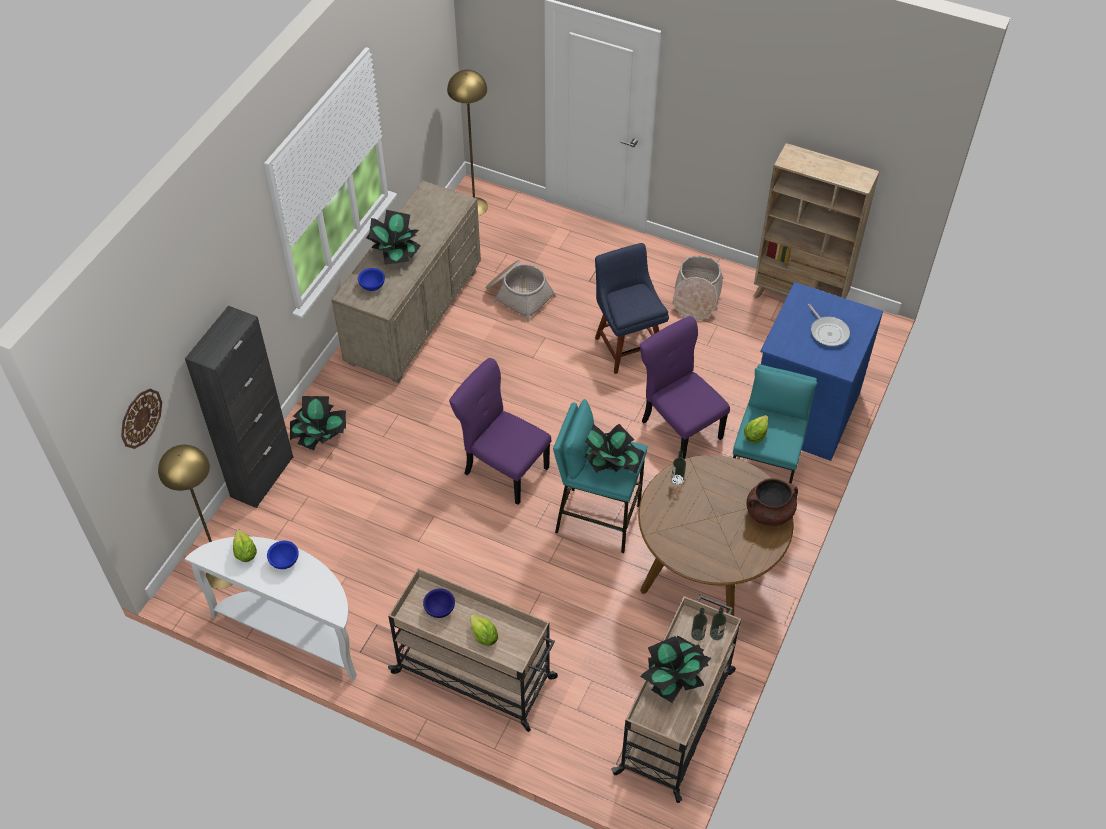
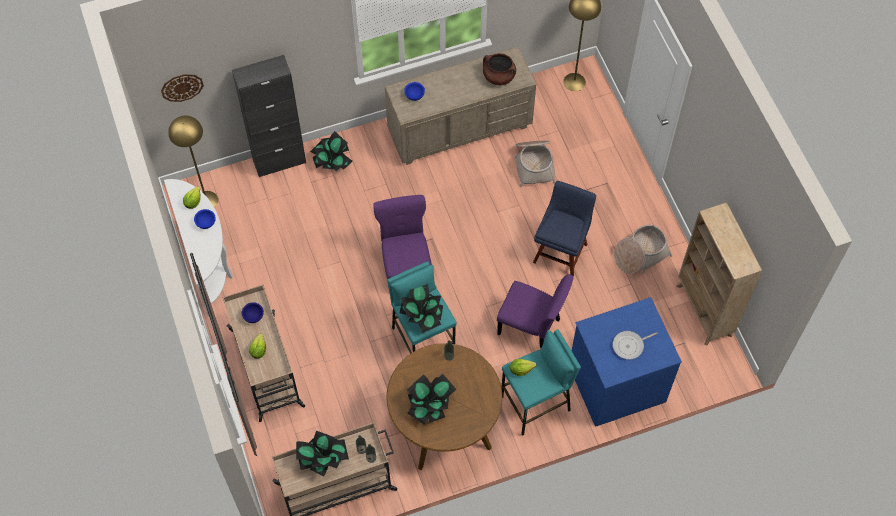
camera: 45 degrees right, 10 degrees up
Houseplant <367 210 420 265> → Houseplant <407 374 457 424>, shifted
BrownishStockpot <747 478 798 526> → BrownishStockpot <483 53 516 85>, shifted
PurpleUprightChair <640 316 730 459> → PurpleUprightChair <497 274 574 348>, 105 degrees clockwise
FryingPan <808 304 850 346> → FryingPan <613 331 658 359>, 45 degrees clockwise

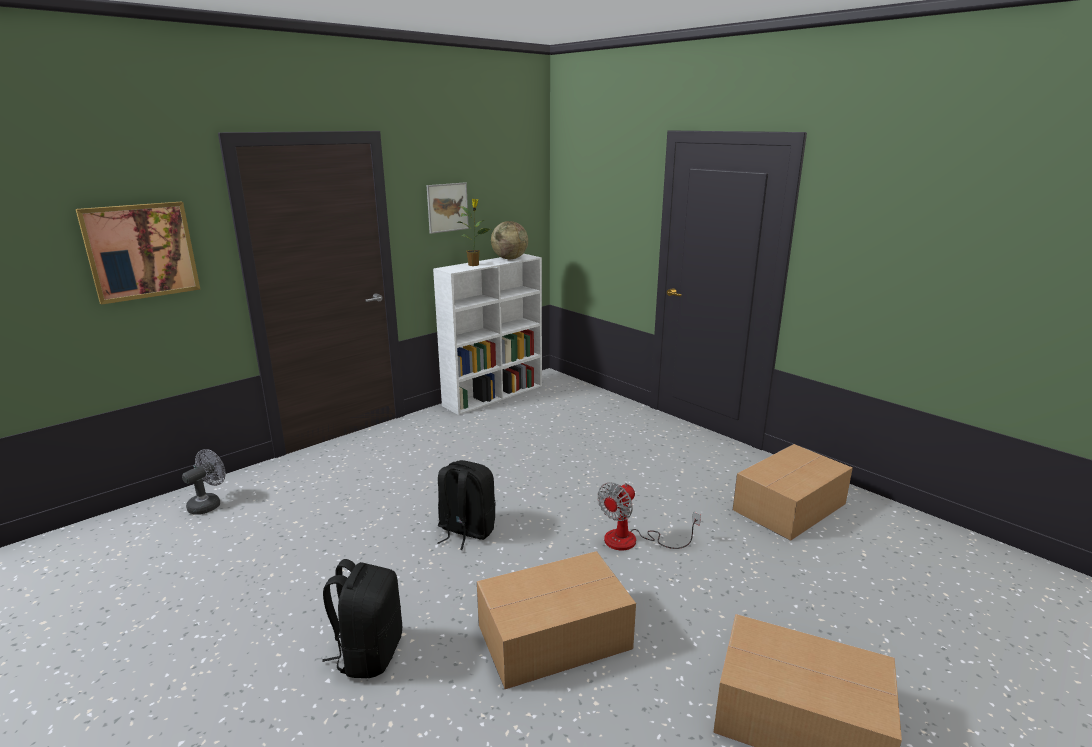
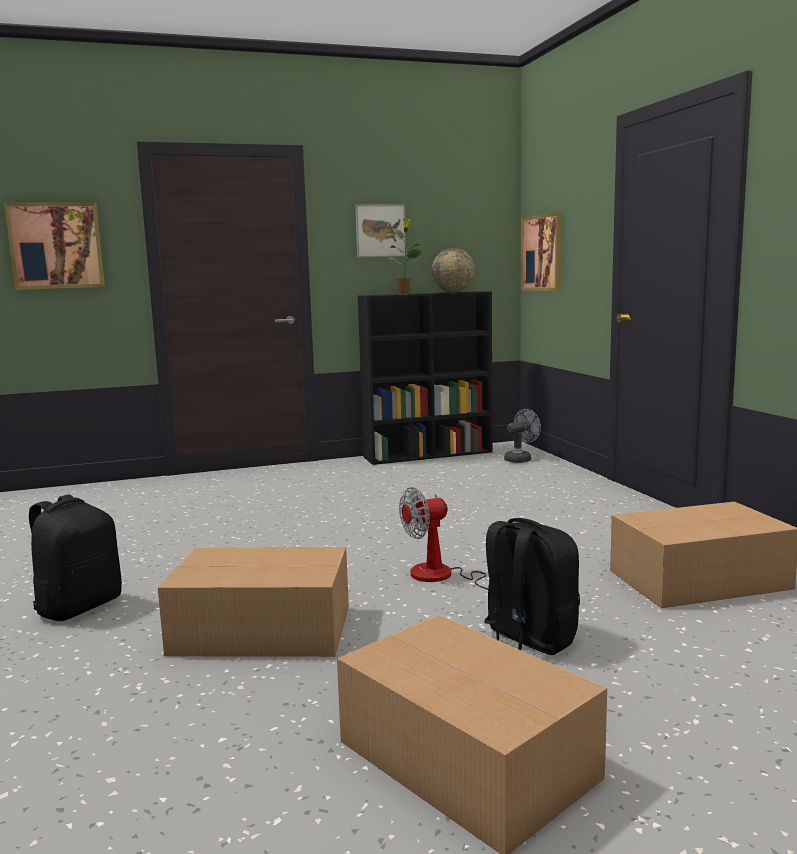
camera: 25 degrees right, 10 degrees down
WhiteColouredBookcase <433 254 542 415> → BlackishBookcase <358 291 492 465>
BlackishBackpack <438 460 496 550> → BlackishBackpack <484 518 580 655>, shifted
GreyishCoolingFan <182 449 226 515> → GreyishCoolingFan <504 409 541 463>, shifted
- → Picture <521 212 562 291>

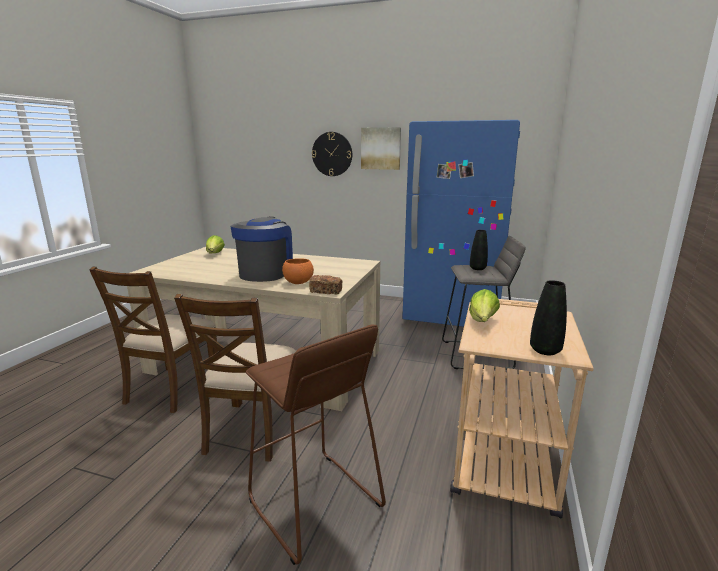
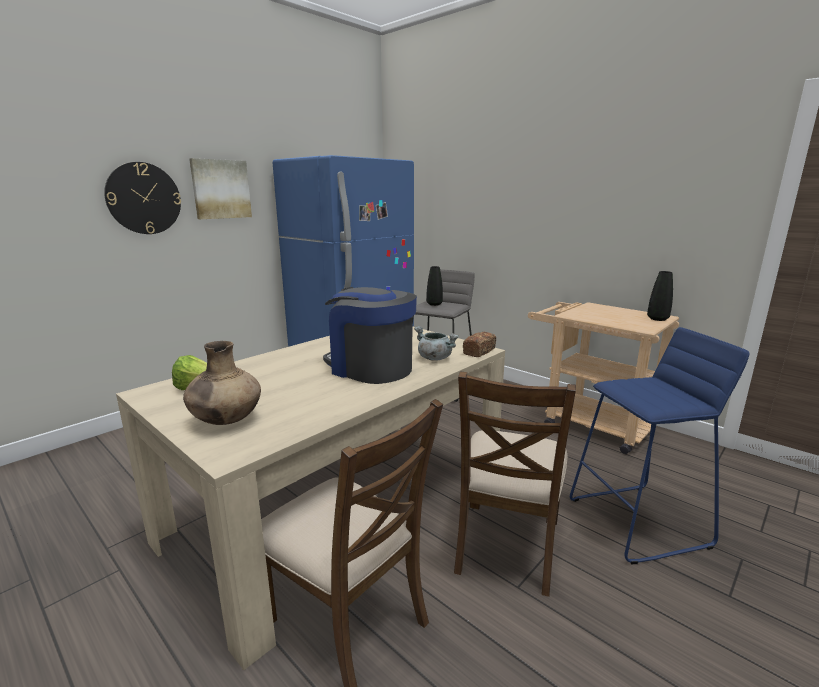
camera: 65 degrees left, 0 degrees up
- → BrownishDecorativeVase <183 341 261 425>
OrangeyBowl <282 258 314 284> → GreyishStockpot <414 326 459 361>
BrownishUprightChair <174 294 299 462> → BrownishUprightChair <454 371 576 597>, 75 degrees clockwise
BrownishSittingStool <246 324 386 565> → BlueColouredSittingStool <570 327 750 564>
LettuceHead <469 289 500 322> → -

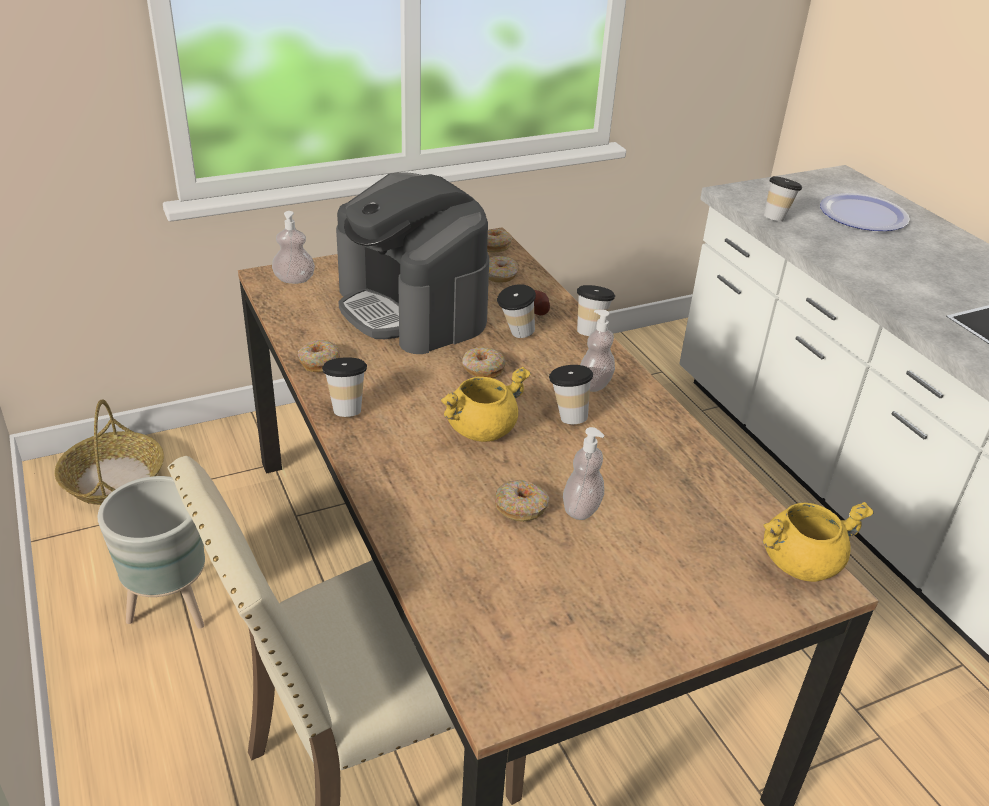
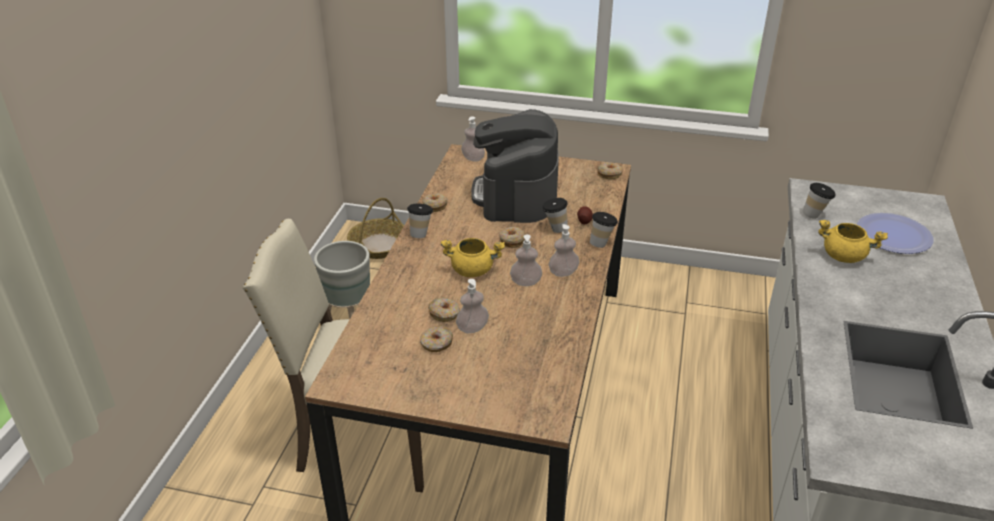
camera: 40 degrees right, 0 degrees up
Doughnut <489 256 518 283> → Doughnut <420 326 453 352>, shifted
SmallCup <549 365 593 424> → LiquidSoapBottle <510 235 542 286>
YellowishStockpot <763 502 873 582> → YellowishStockpot <818 220 888 263>, shifted

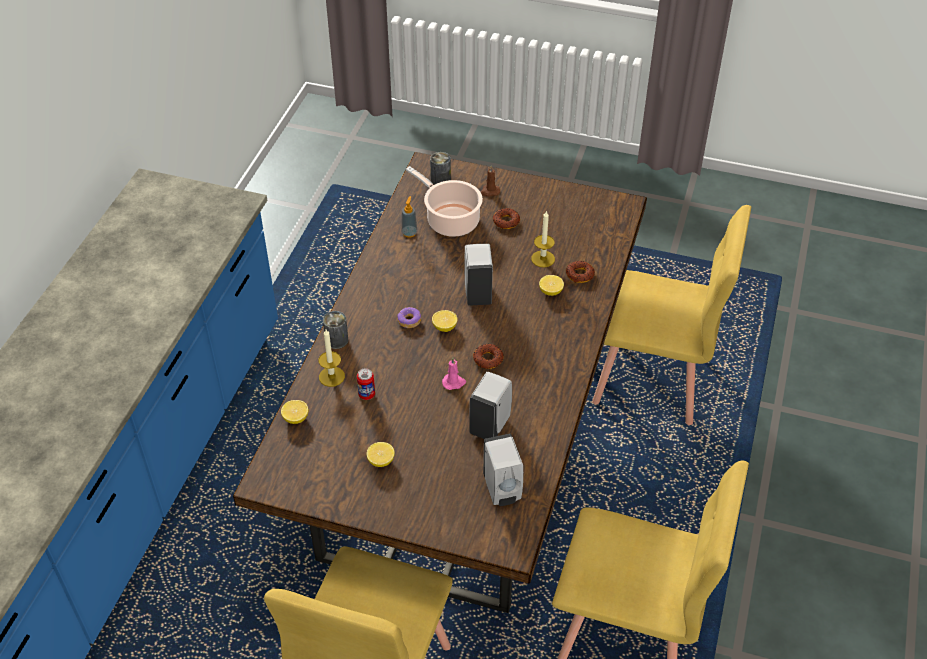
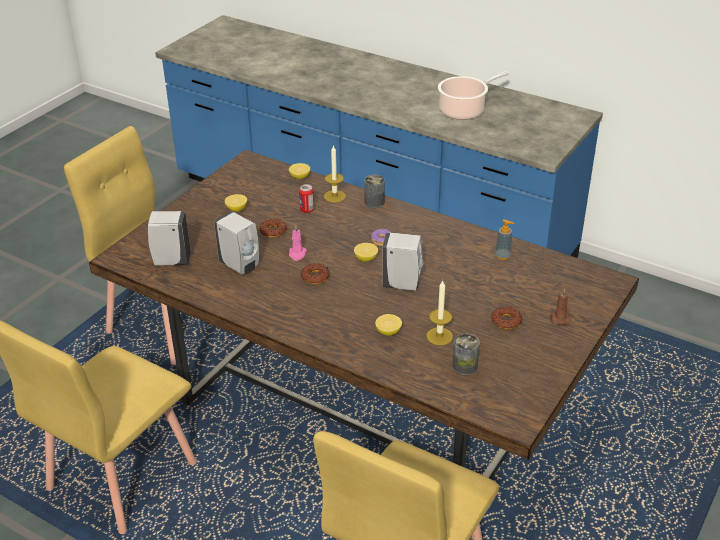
camera: 105 degrees right, 10 degrees down
Doughnut <566 261 595 283> → Doughnut <259 219 287 238>, shifted
Stockpot <406 166 483 237> → Stockpot <438 71 509 120>, shifted
MetalCan <430 152 451 185> → MetalCan <453 334 480 375>, shifted

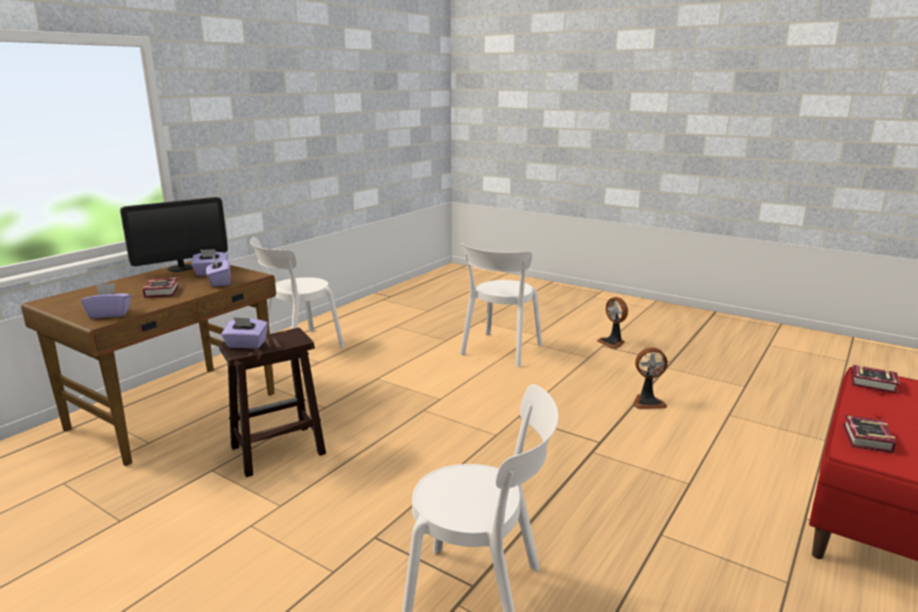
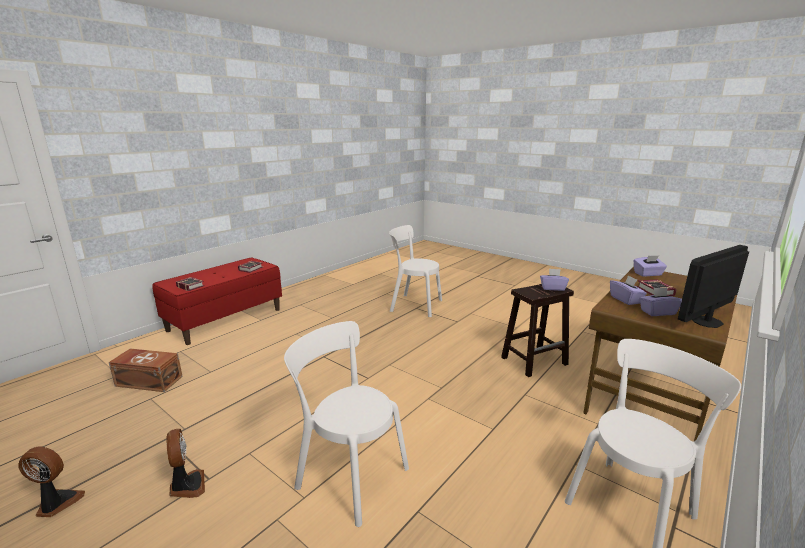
camera: 175 degrees left, 0 degrees up
CoolingFan <633 347 668 409> → CoolingFan <18 447 85 517>, shifted
- → BrownishStorageContainer <109 348 183 392>
WhiteColouredUprightChair <460 243 542 367> → WhiteColouredUprightChair <284 321 409 527>, 90 degrees counterclockwise

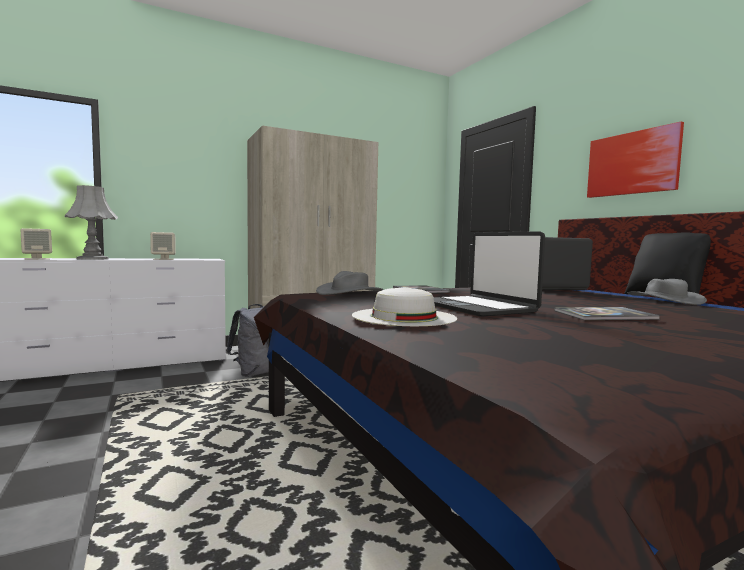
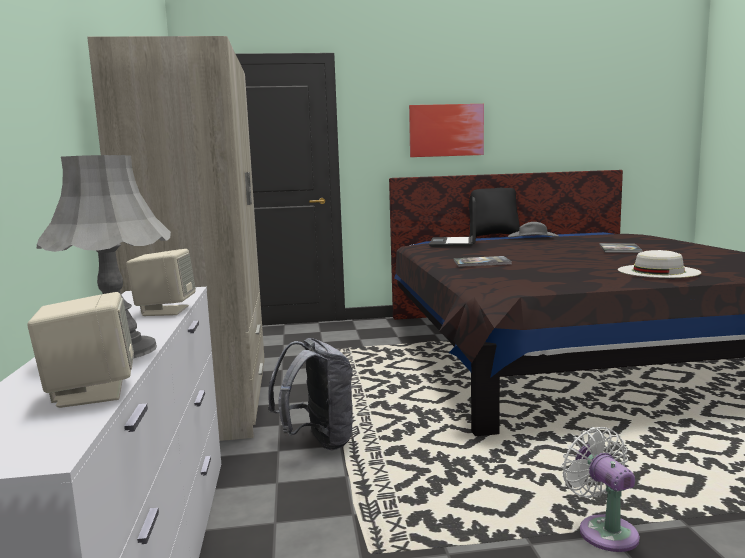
camera: 70 degrees left, 5 degrees up
- → WhiteColouredCoolingFan <561 427 640 552>
GreyishClothingHat <316 271 383 295> → -
Laptop <434 231 545 317> → -

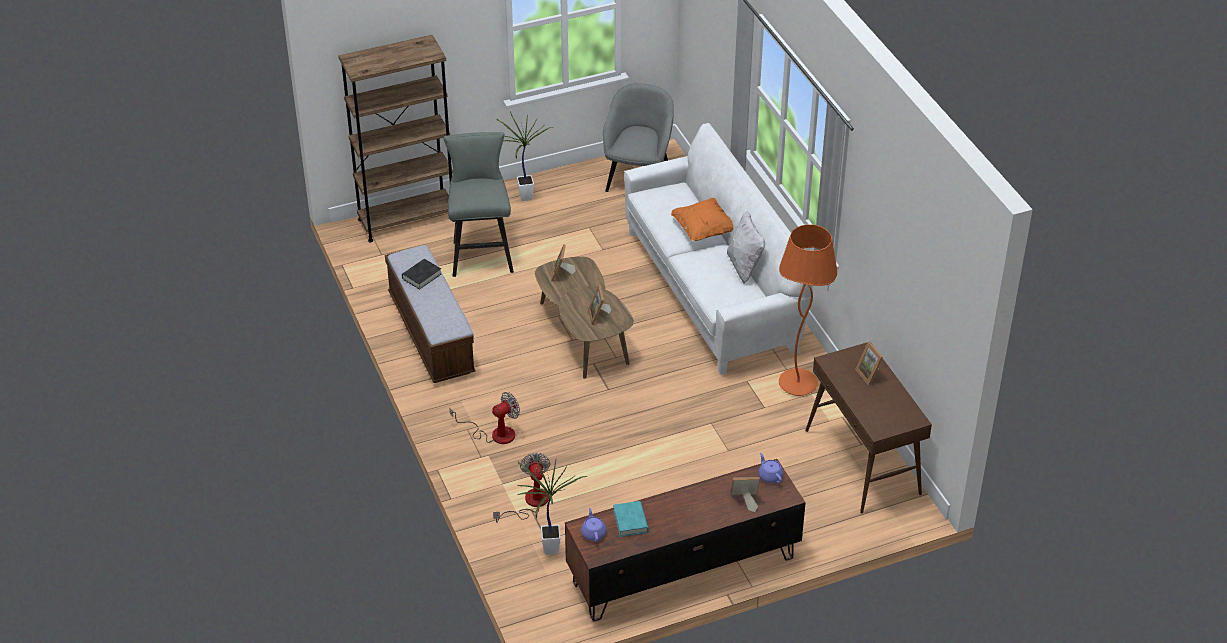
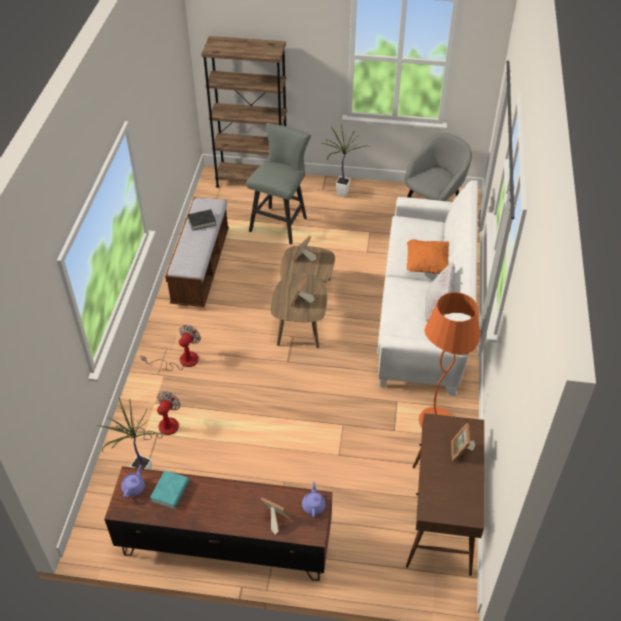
camera: 30 degrees right, 5 degrees up
CoolingFan <450 392 520 444> → CoolingFan <140 325 201 371>, 60 degrees counterclockwise

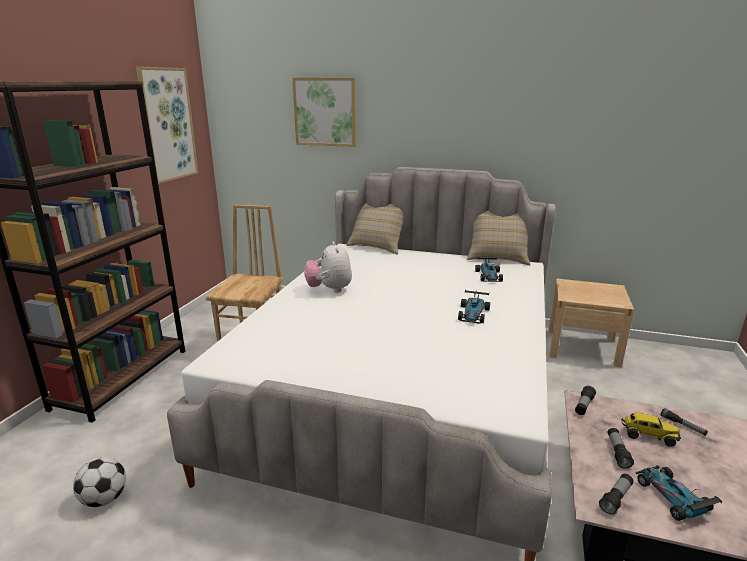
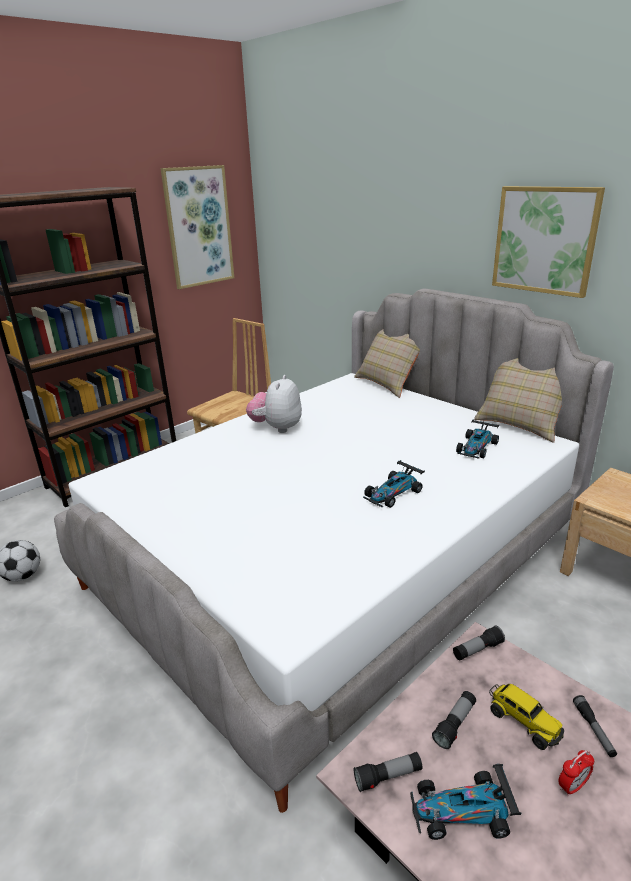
camera: 30 degrees right, 5 degrees up
ToyCar <636 465 722 521> → ToyCar <410 764 521 840>, 105 degrees counterclockwise
Picture <292 78 356 147> → Picture <492 186 605 298>, shifted
- → BedsideClock <558 750 594 796>

